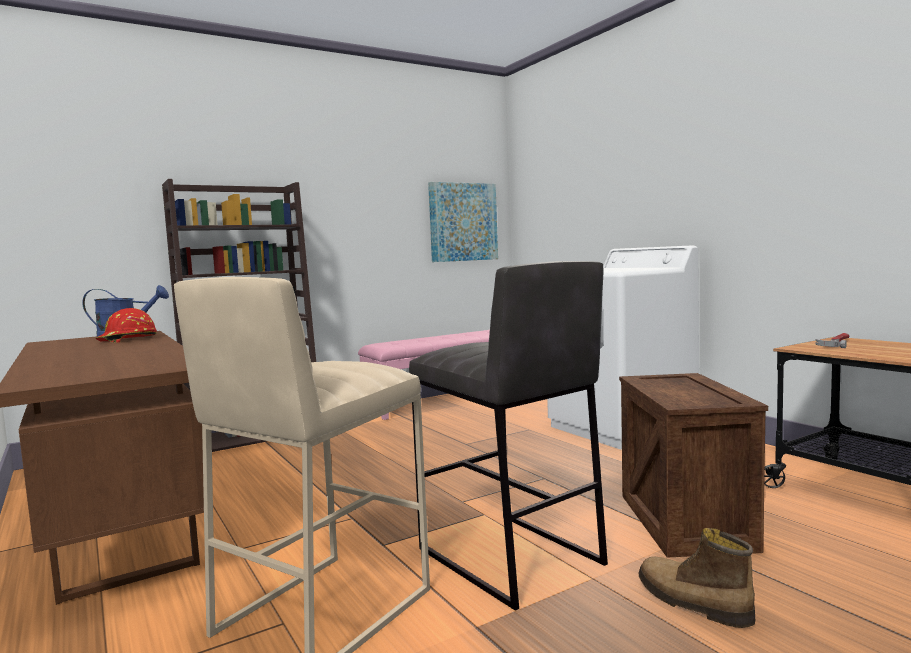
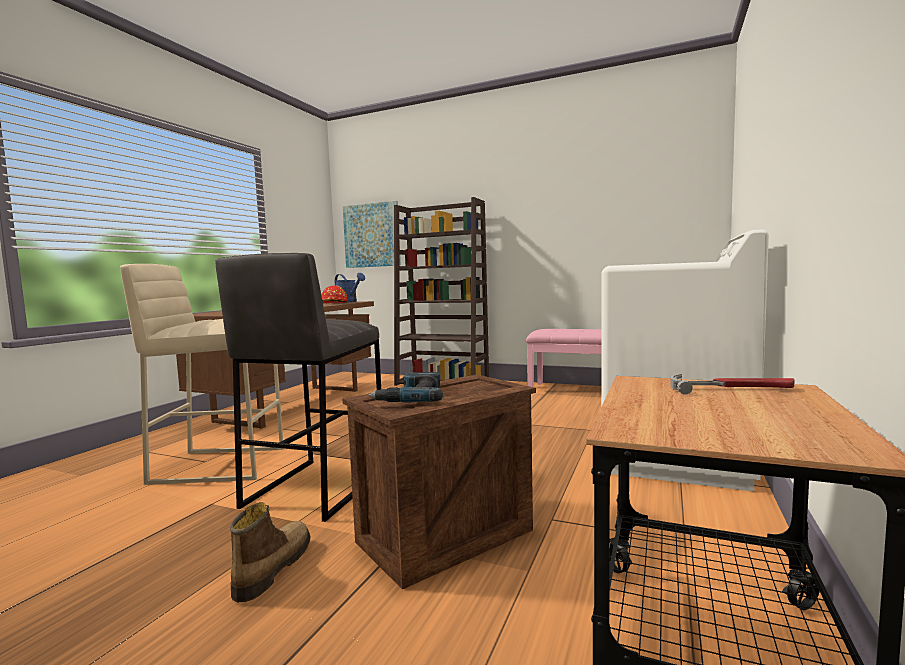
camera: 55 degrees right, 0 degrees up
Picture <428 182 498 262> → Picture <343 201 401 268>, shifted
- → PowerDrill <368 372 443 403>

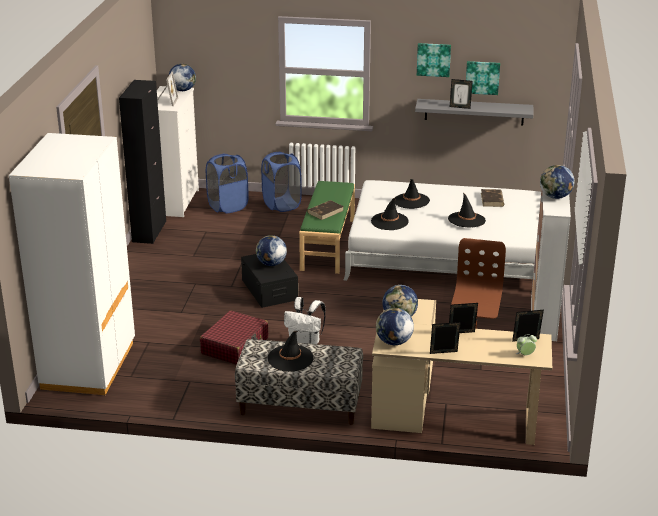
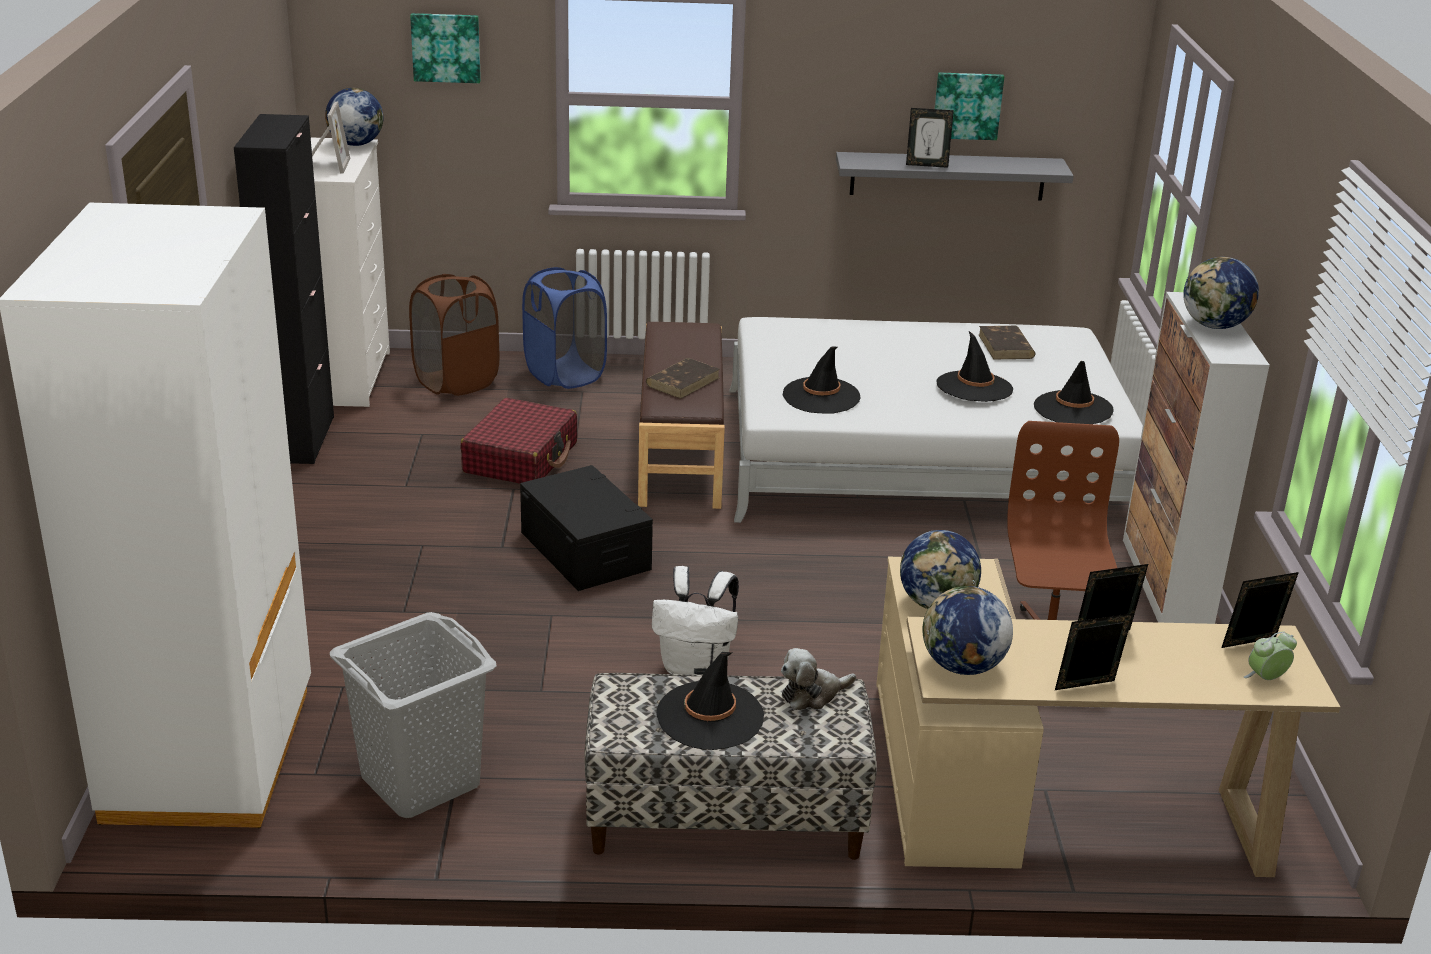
camera: 10 degrees left, 0 degrees up
- → GreyishLaundryBasket <330 612 497 818>
BlueColouredLaundryBasket <206 153 249 213> → BrownishLaundryBasket <409 274 499 396>
Picture <417 43 451 77> → Picture <410 13 481 83>, shifted
ReddishSuitcase <200 311 268 365> → ReddishSuitcase <461 398 577 484>, shifted
GreenishLongSeat <299 181 355 274> → BrownishLongSeat <638 322 725 509>
- → SoftToy <781 648 856 710>
BlackishClothingHat <395 179 430 209> → BlackishClothingHat <1034 361 1114 424>, shifted
DeskGlobe <256 235 287 266> → -

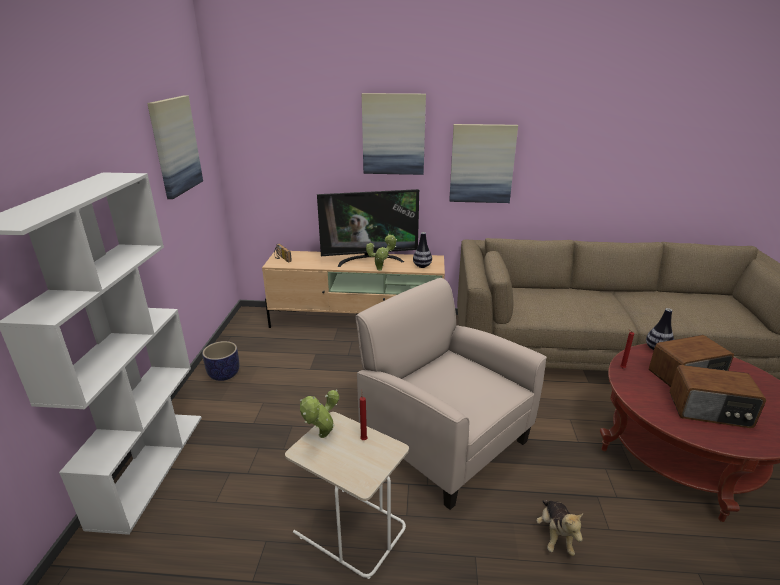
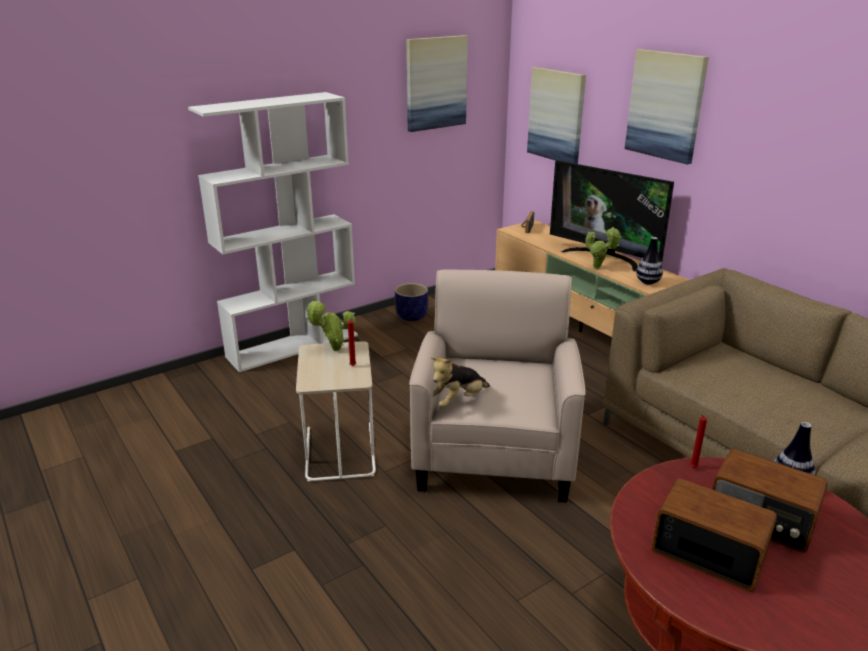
camera: 50 degrees right, 0 degrees up
SoftToy <536 500 583 556> → SoftToy <431 357 490 407>, shifted
Picture <449 124 518 203> → Picture <527 67 586 164>, shifted
Radio <670 365 766 428> → Radio <651 479 777 592>, 150 degrees clockwise

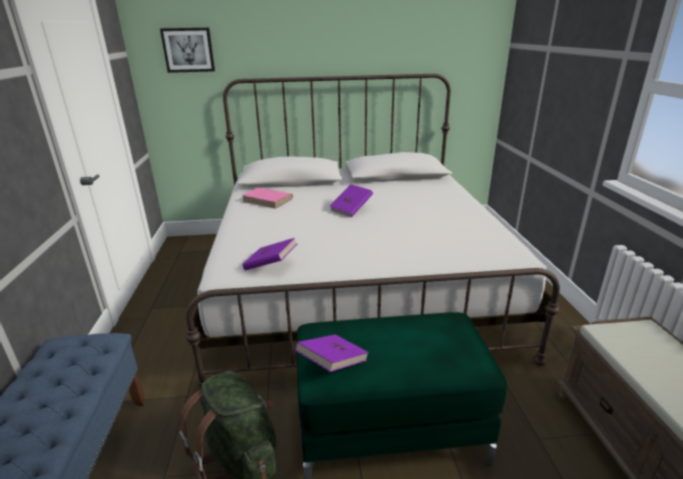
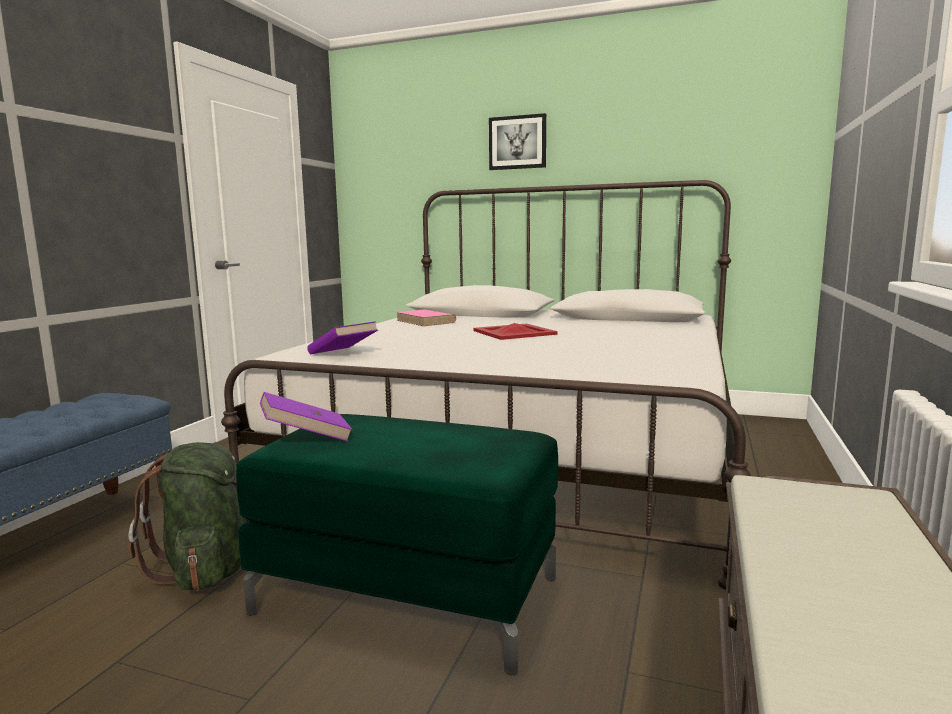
camera: 25 degrees right, 15 degrees down
PurpleBook <330 184 373 217> → ReddishTray <473 323 558 340>
Picture <160 28 215 73> → Picture <489 113 546 170>, shifted

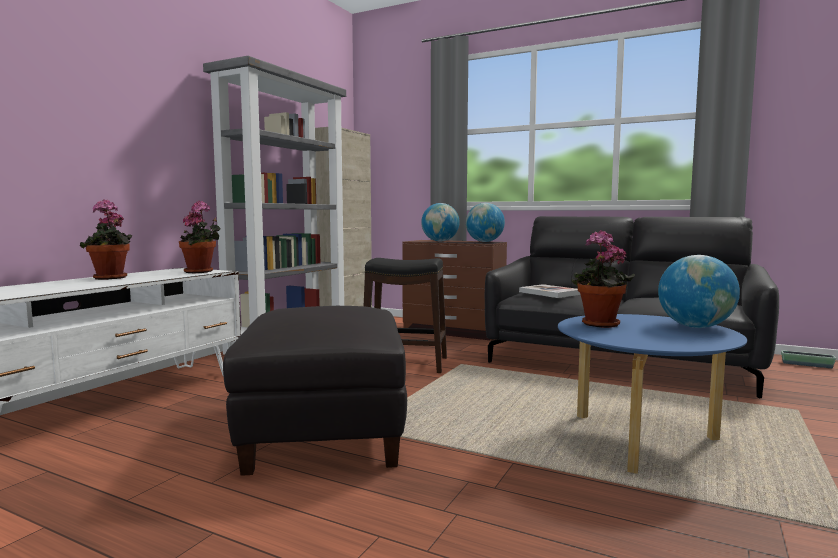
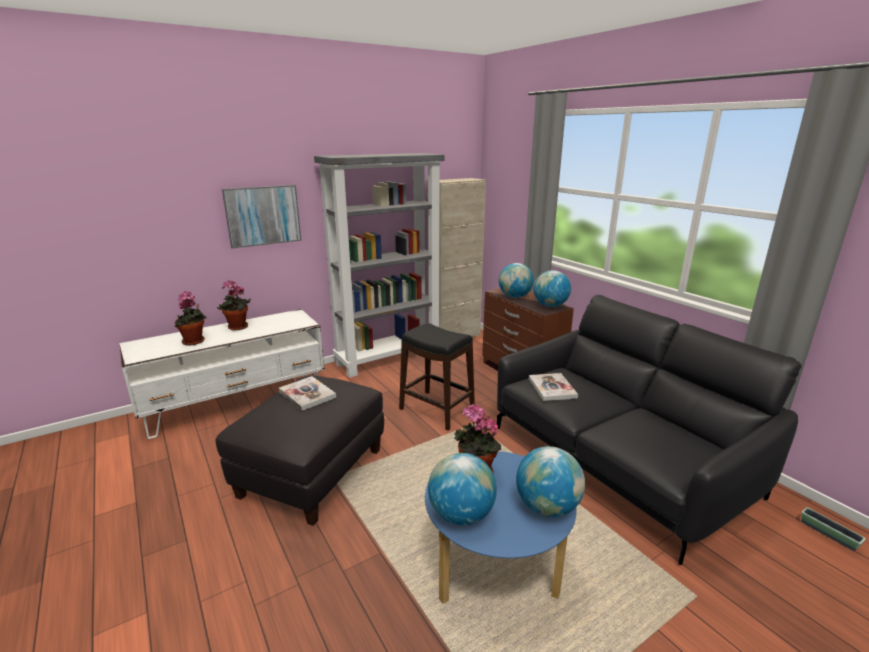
camera: 30 degrees right, 15 degrees up
Houseplant <179 201 221 273> → Houseplant <175 291 206 346>, shifted
- → Picture <222 185 301 248>
- → Book <279 376 336 411>
- → DeskGlobe <428 453 497 525>

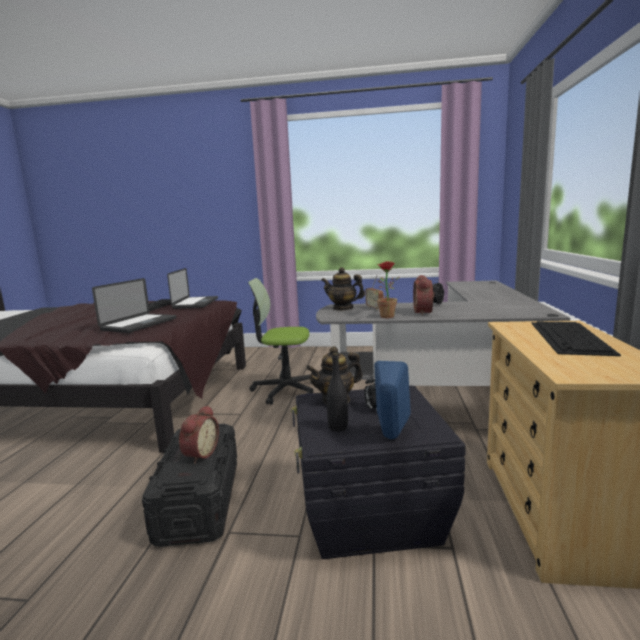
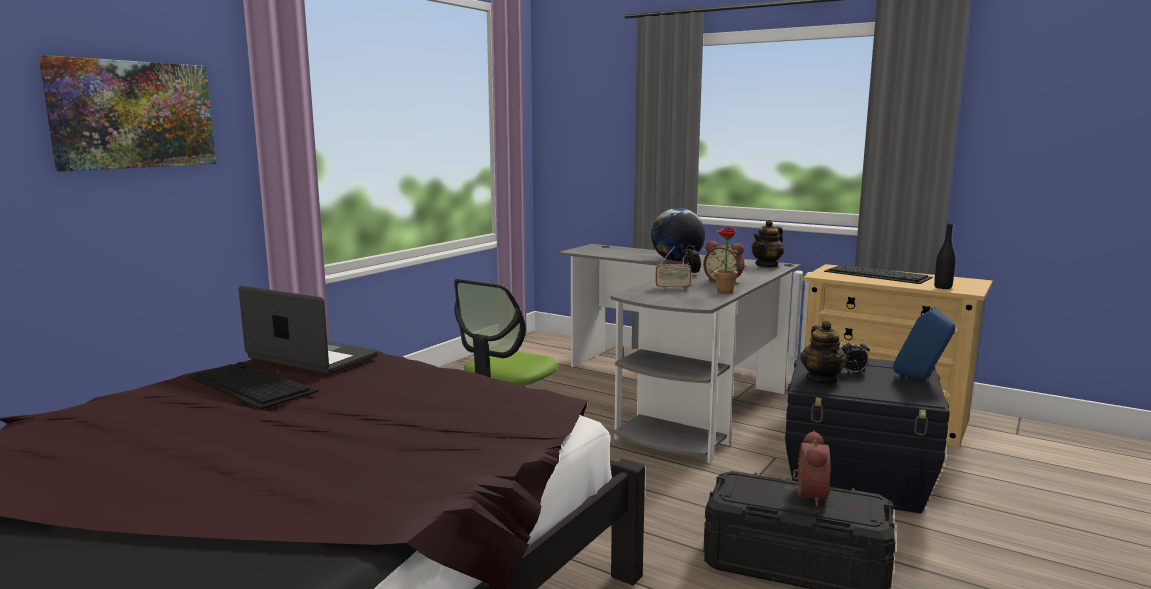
camera: 65 degrees left, 0 degrees up
- → Picture <39 55 216 171>
- → DeskGlobe <651 208 705 262>
Teapot <321 267 365 310> → Teapot <752 220 784 268>, shifted
BedsideClock <179 405 219 464> → BedsideClock <793 431 830 506>, 60 degrees clockwise
BlackishBottle <327 353 348 432> → BlackishBottle <934 223 956 289>, shifted
Laptop <92 278 176 333> → -

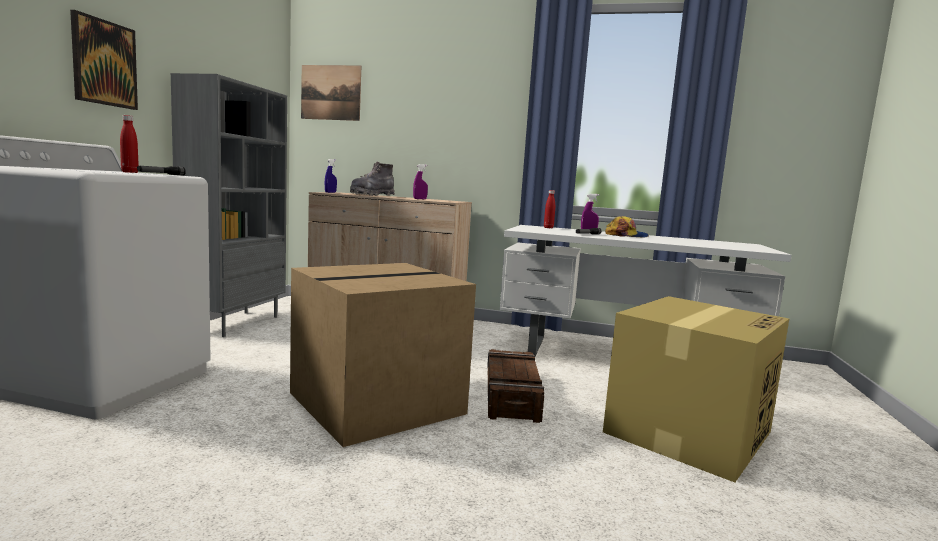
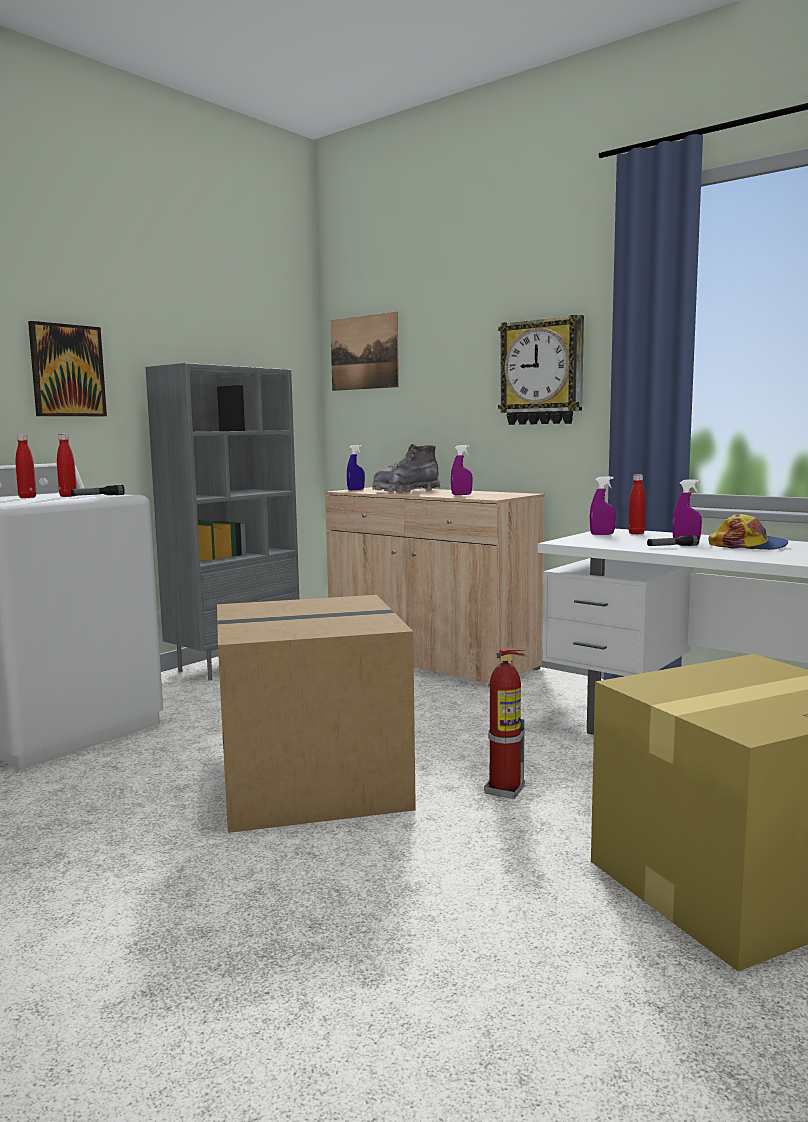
camera: 25 degrees right, 0 degrees up
- → ReddishBottle <16 434 36 498>
Crate <487 349 544 423> → FireFightingCylinder <484 648 526 799>
- → WallClock <498 315 584 425>
- → PurpleSprayBottle <590 476 616 535>

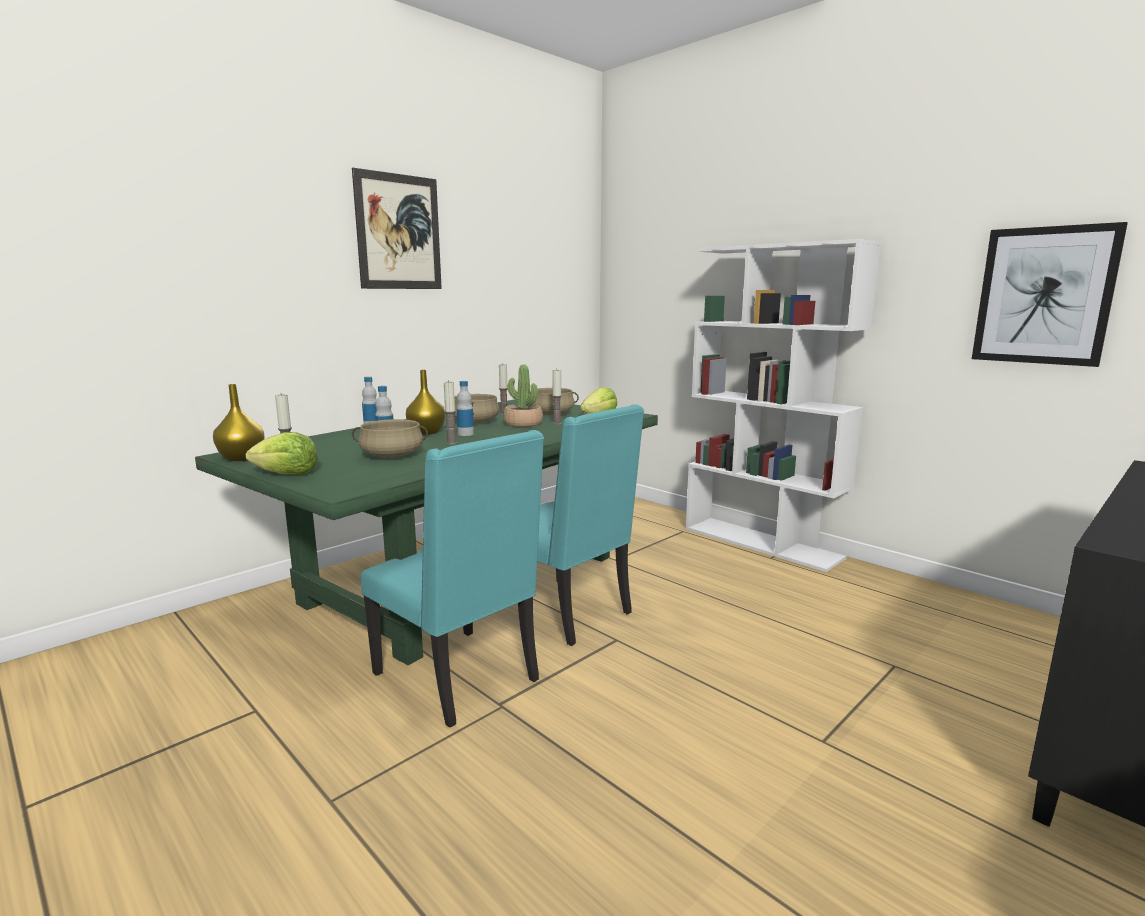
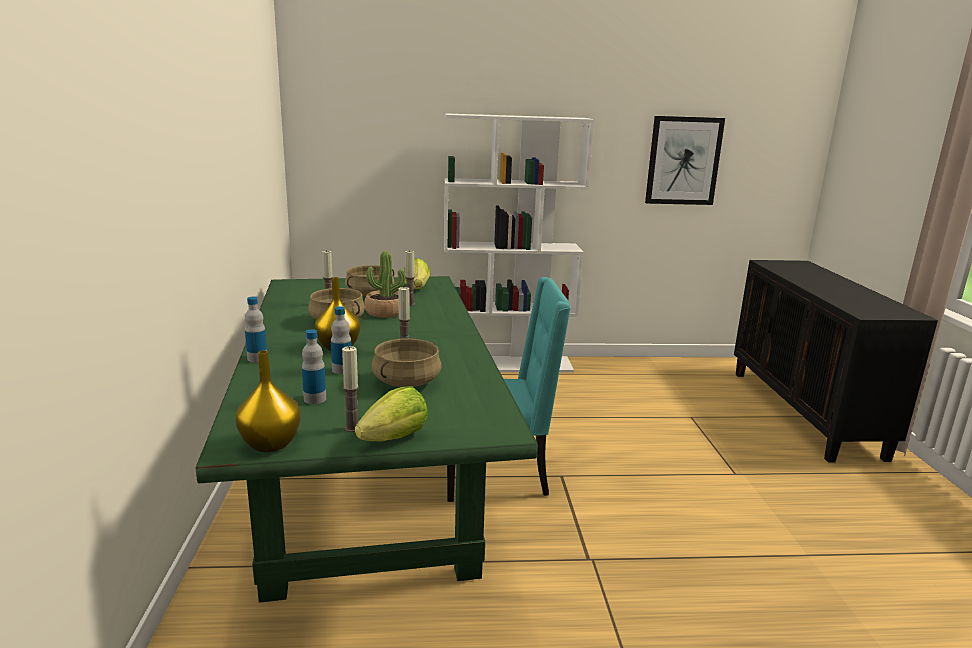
camera: 50 degrees left, 5 degrees up
Bottle <457 381 474 436> → Bottle <302 329 326 404>, shifted
Picture <352 168 442 289> → -
BlueGreenUprightChair <361 430 544 728> → -

